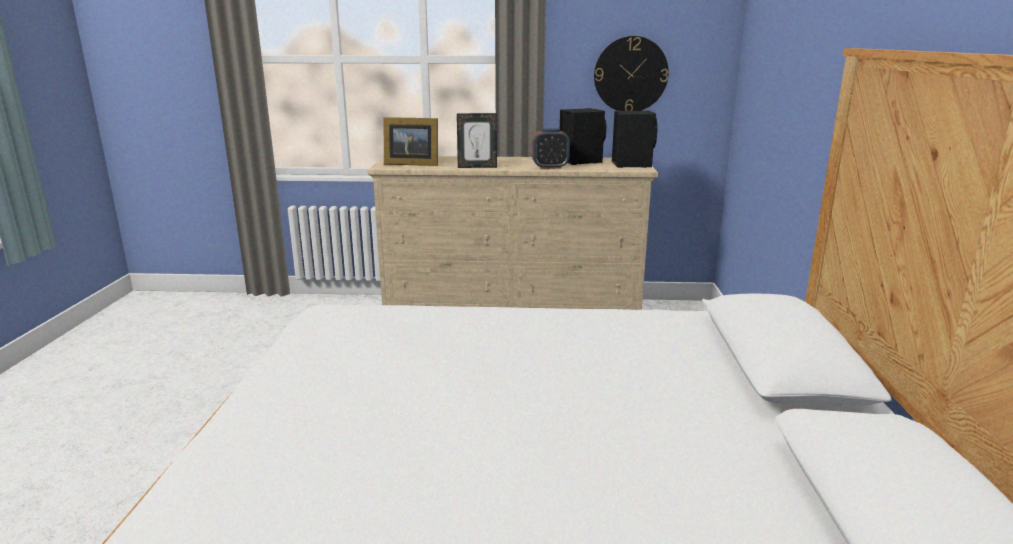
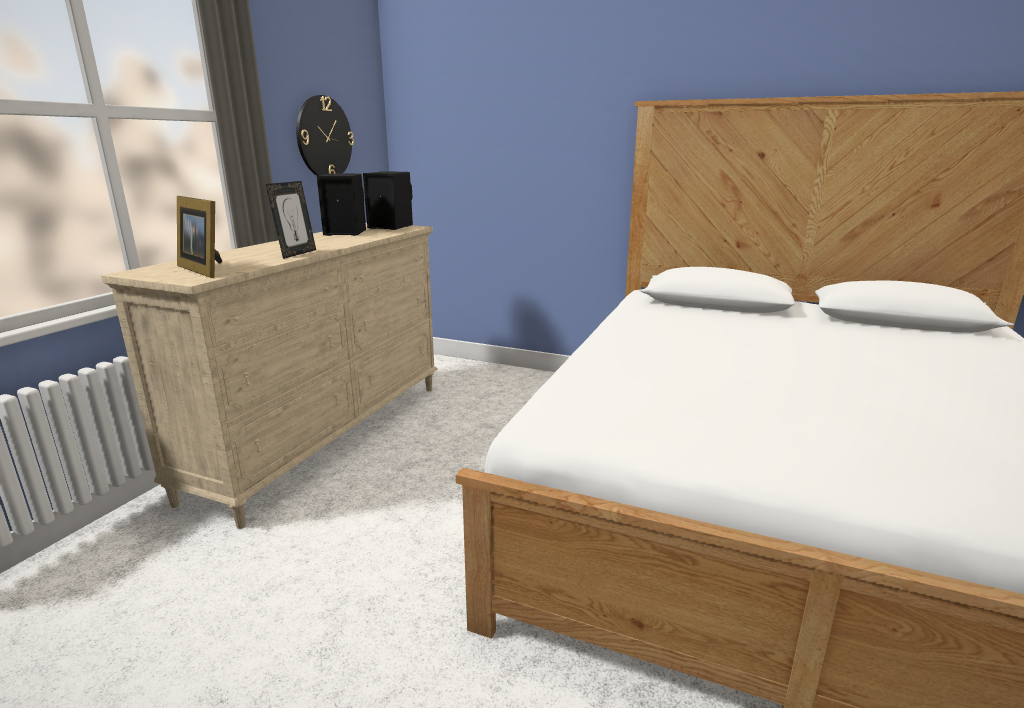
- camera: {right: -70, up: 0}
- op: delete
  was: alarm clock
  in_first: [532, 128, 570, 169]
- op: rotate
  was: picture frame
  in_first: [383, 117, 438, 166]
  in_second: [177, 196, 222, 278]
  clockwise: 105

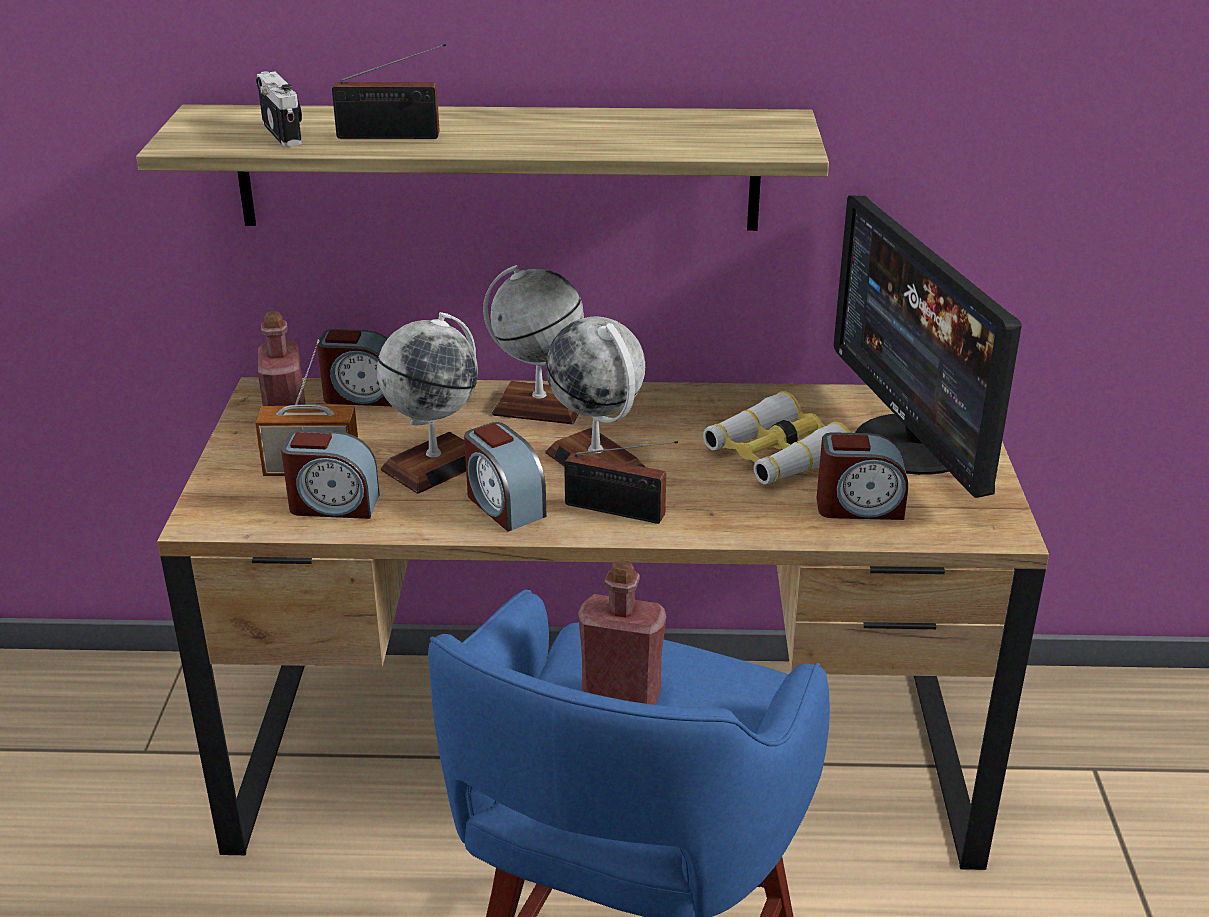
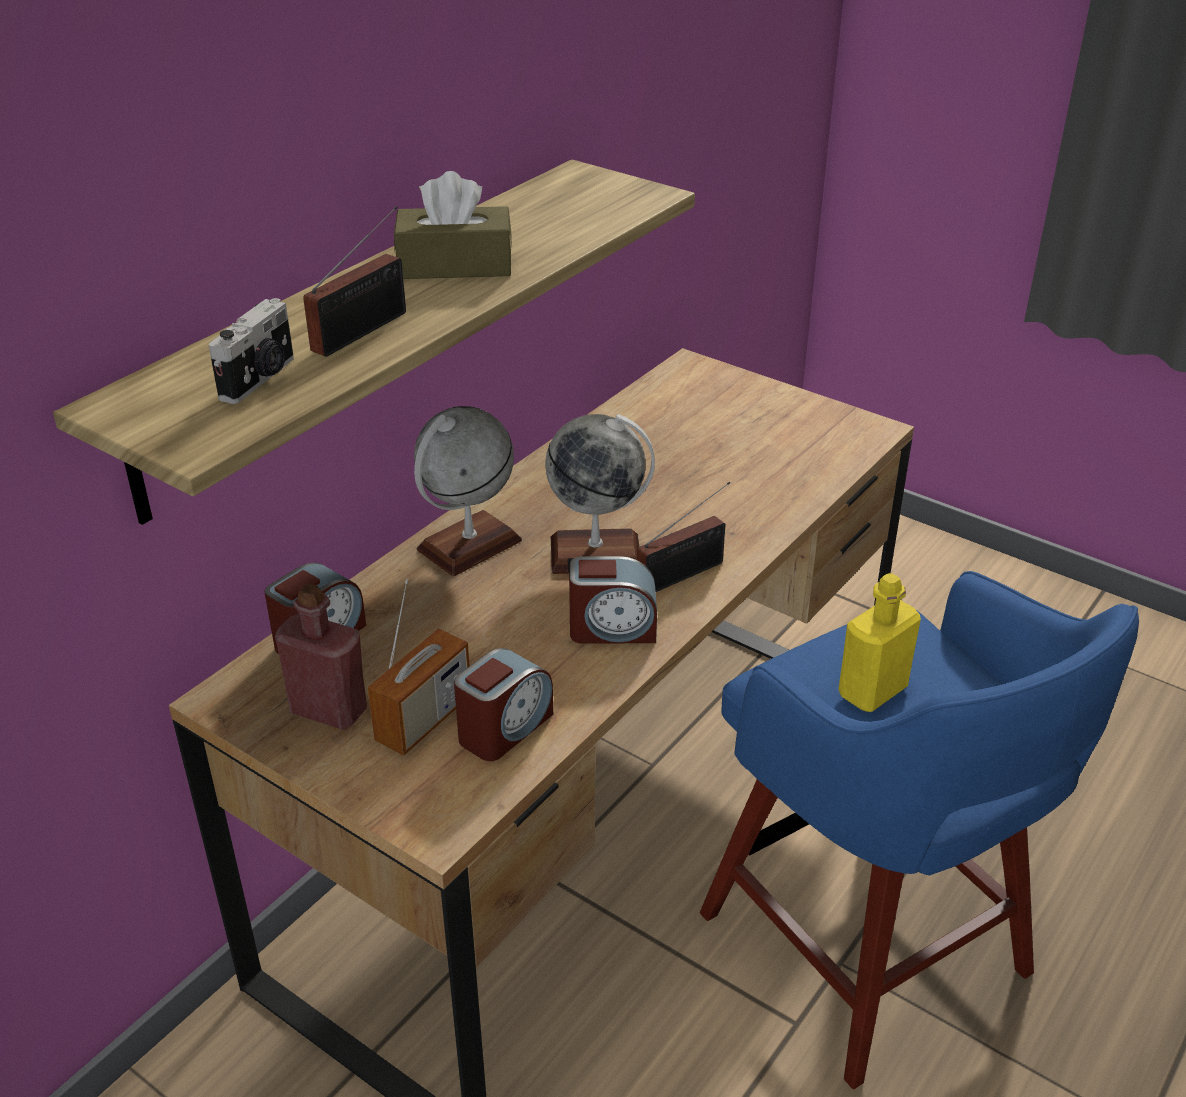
- camera: {right: -55, up: 5}
- op: delete
  was: globe
  in_first: [377, 312, 478, 494]
- op: delete
  was: binoculars
  in_first: [703, 391, 851, 484]
- op: delete
  was: alarm clock
  in_first: [817, 432, 908, 520]
- op: delete
  was: monitor
  in_first: [834, 195, 1022, 498]
- op: insert
  now: tissue box (brown)
  in_second: [394, 171, 512, 279]
- op: recolor
  was: bottle (red)
  now: bottle (yellow)
  in_first: [578, 560, 667, 705]
  in_second: [838, 573, 921, 712]
- op: rotate
  was: photo camera
  in_first: [256, 71, 302, 147]
  in_second: [209, 298, 294, 404]
  clockwise: 105

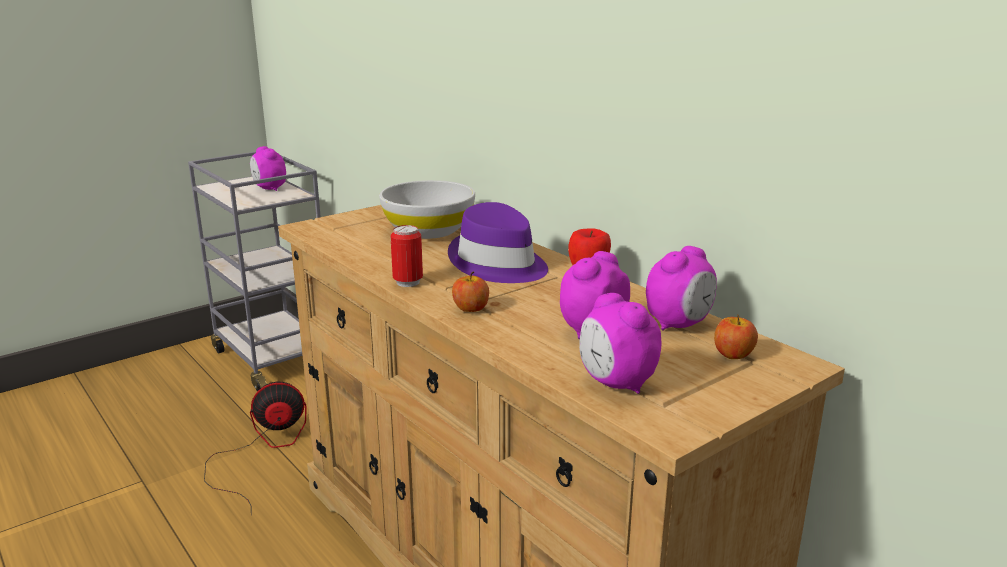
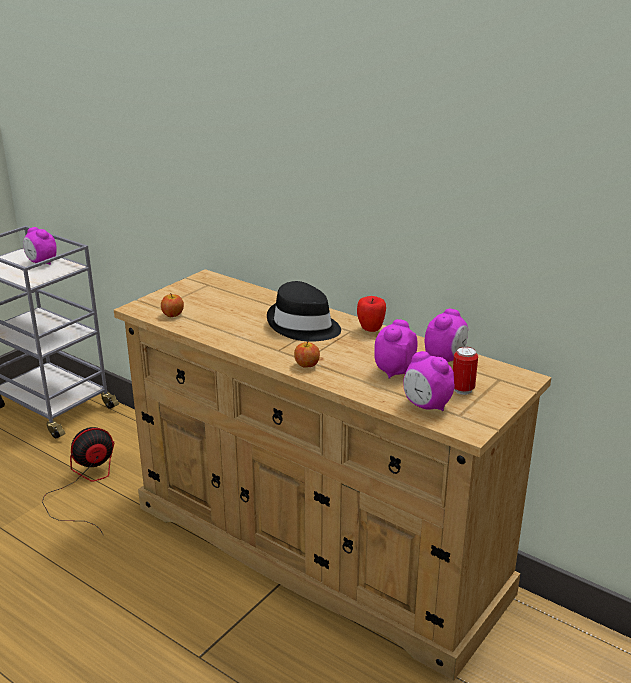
- camera: {right: -15, up: 5}
- op: delete
  was: bowl (white)
  in_first: [379, 180, 475, 239]
- op: move
  was: can
  in_first: [391, 225, 423, 287]
  in_second: [453, 347, 478, 395]
- op: move
  was: apple
  in_first: [714, 314, 758, 359]
  in_second: [161, 293, 184, 317]
- op: recolor
  was: hat (purple)
  now: hat (black)
  in_first: [448, 202, 548, 283]
  in_second: [267, 281, 341, 342]

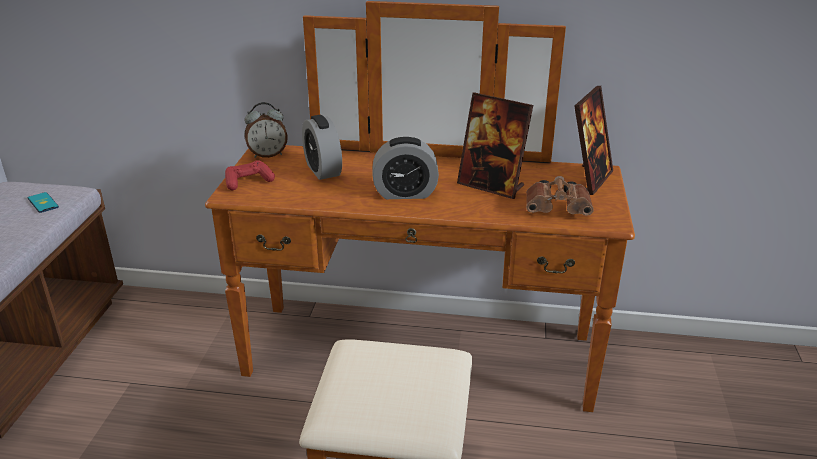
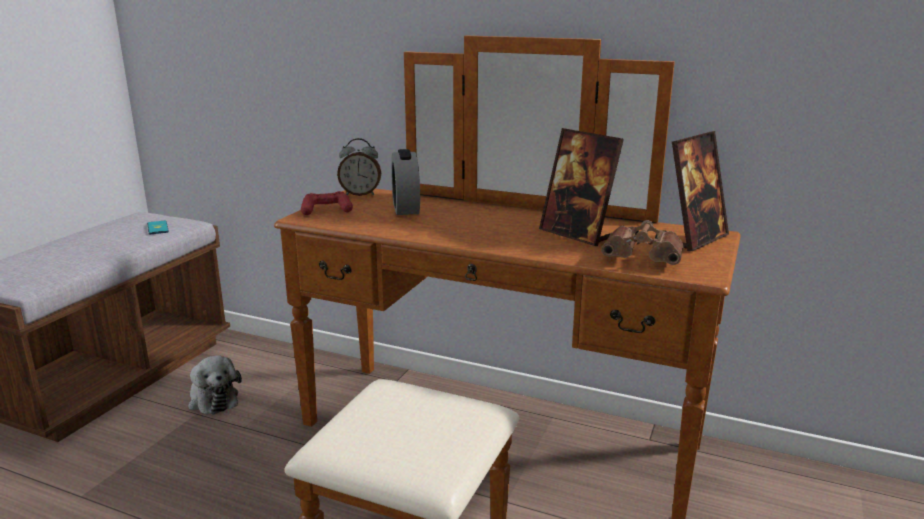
- camera: {right: 15, up: -10}
- op: delete
  was: alarm clock
  in_first: [373, 137, 439, 199]
- op: insert
  now: plush toy
  in_second: [188, 355, 242, 414]

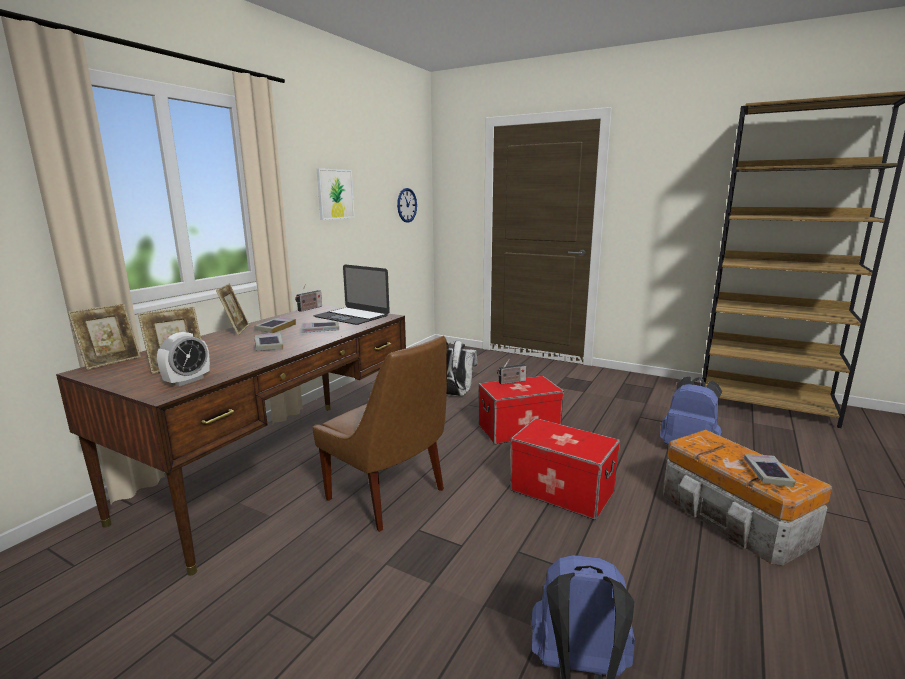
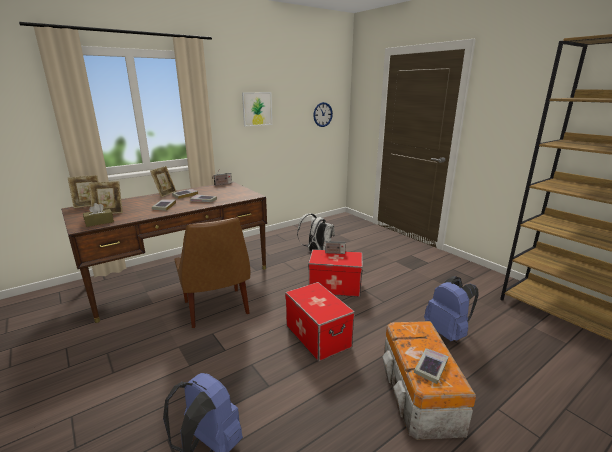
- camera: {right: 25, up: 5}
- op: delete
  was: laptop
  in_first: [313, 265, 390, 325]
- op: replace
  was: alarm clock
  now: tissue box (brown)
  in_first: [157, 332, 210, 386]
  in_second: [83, 203, 114, 227]

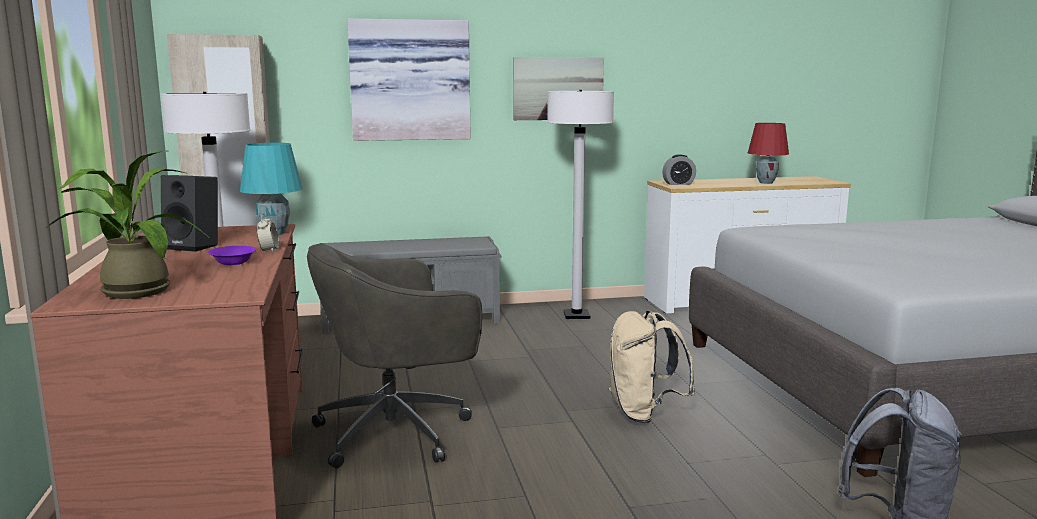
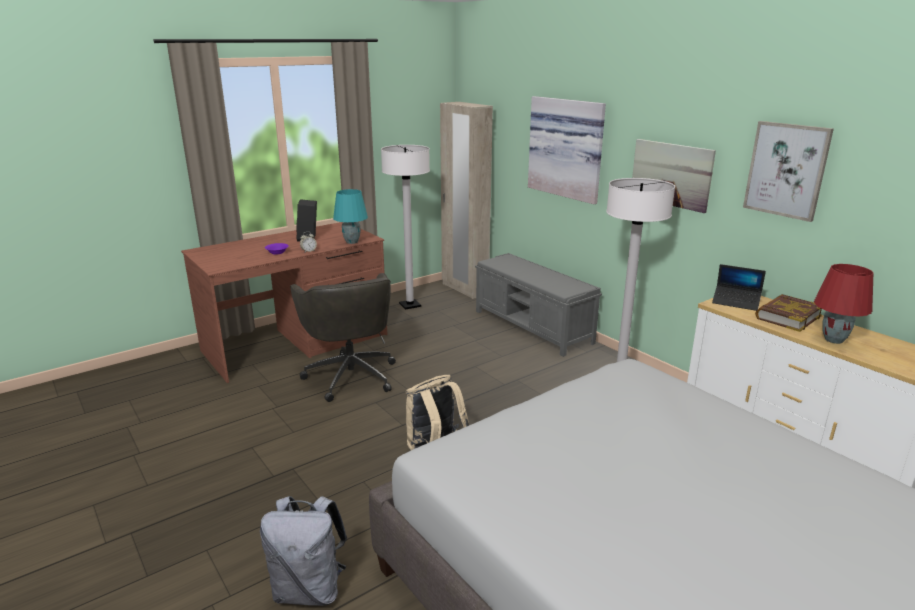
- camera: {right: 65, up: 10}
- op: delete
  was: potted plant
  in_first: [45, 150, 209, 299]
- op: insert
  now: picture
  in_second: [743, 121, 834, 222]
- op: insert
  now: book
  in_second: [755, 294, 822, 332]
- op: replace
  was: alarm clock
  now: laptop
  in_first: [662, 154, 696, 185]
  in_second: [712, 264, 766, 311]
- op: rotate
  was: office chair (grey)
  in_first: [307, 243, 482, 468]
  in_second: [290, 273, 396, 402]
  clockwise: -150

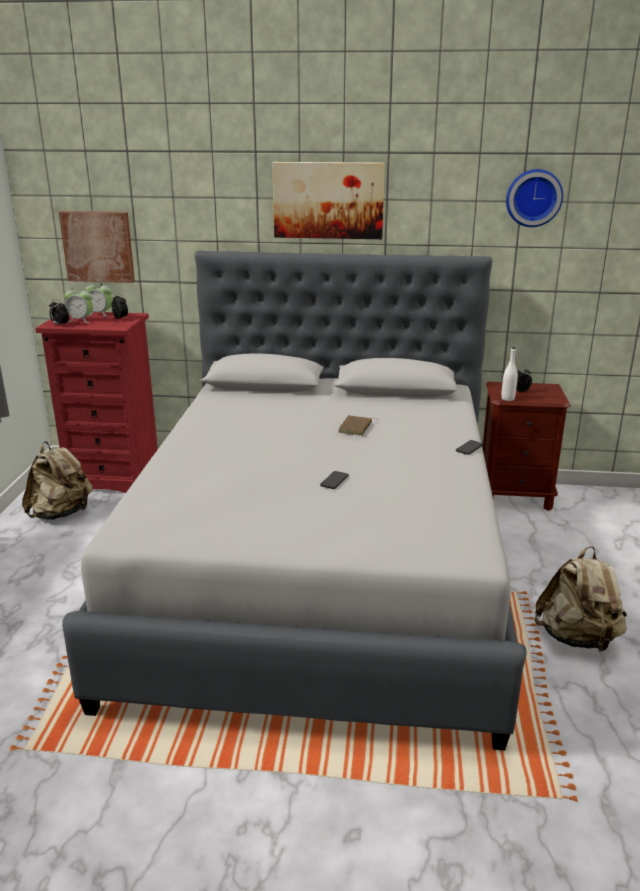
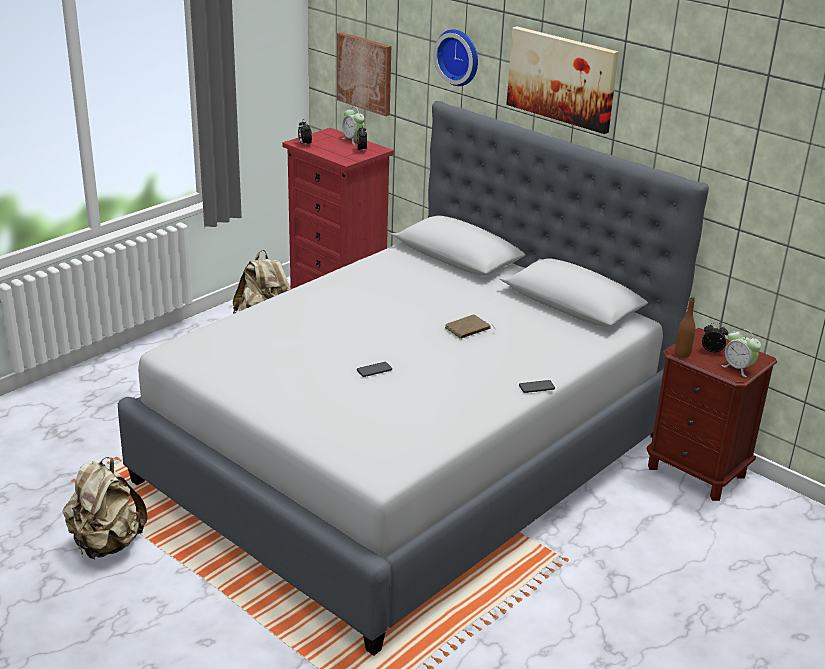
- camera: {right: 35, up: 5}
- op: move
  was: alarm clock
  in_first: [65, 286, 93, 323]
  in_second: [721, 329, 761, 377]
- op: move
  was: wall clock
  in_first: [506, 169, 563, 227]
  in_second: [434, 29, 478, 86]
- op: move
  was: backpack (beige)
  in_first: [534, 546, 627, 653]
  in_second: [63, 457, 148, 559]
- op: recolor
  was: bottle (white)
  now: bottle (brown)
  in_first: [501, 347, 518, 401]
  in_second: [675, 297, 696, 357]

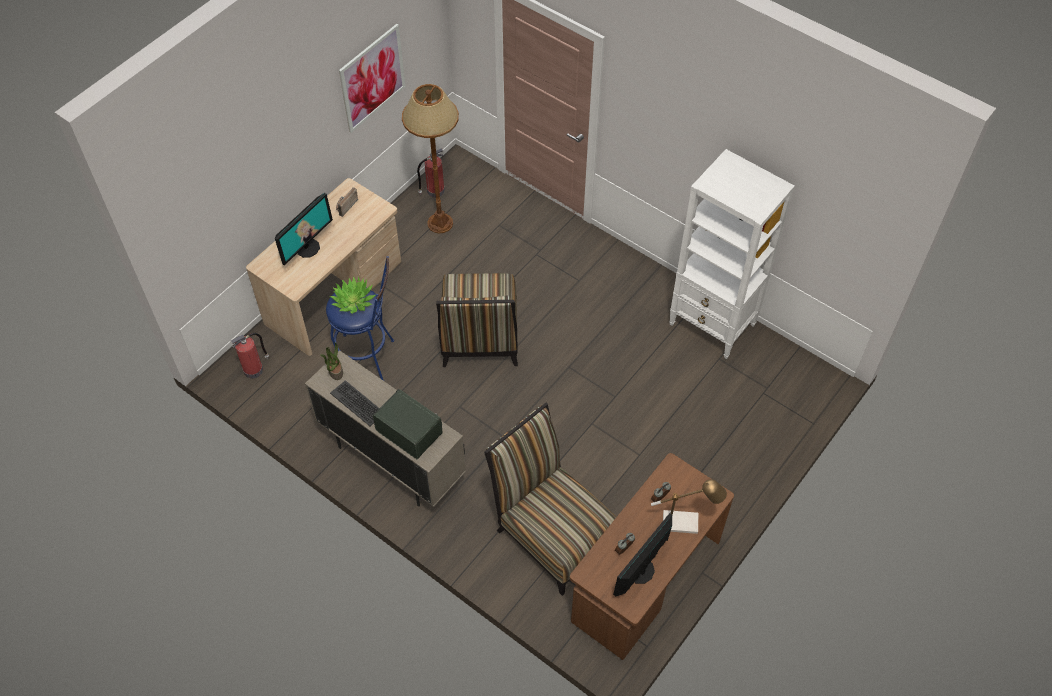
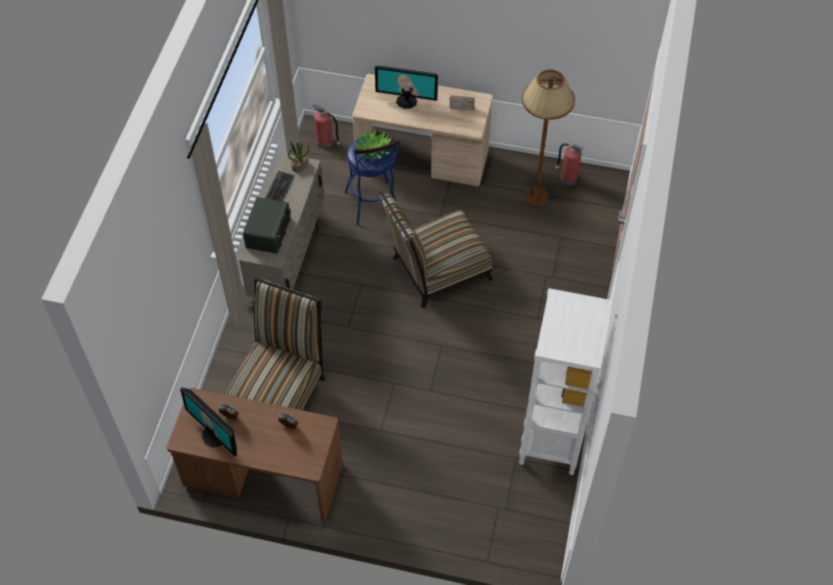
- camera: {right: 65, up: 0}
- op: delete
  was: picture
  in_first: [339, 24, 406, 133]
- op: delete
  was: table lamp
  in_first: [651, 479, 727, 534]
- op: rotate
  was: monitor
  in_first: [613, 513, 672, 596]
  in_second: [180, 387, 237, 456]
  clockwise: -150

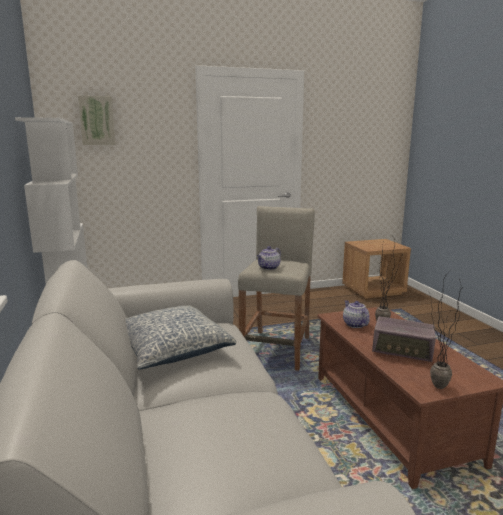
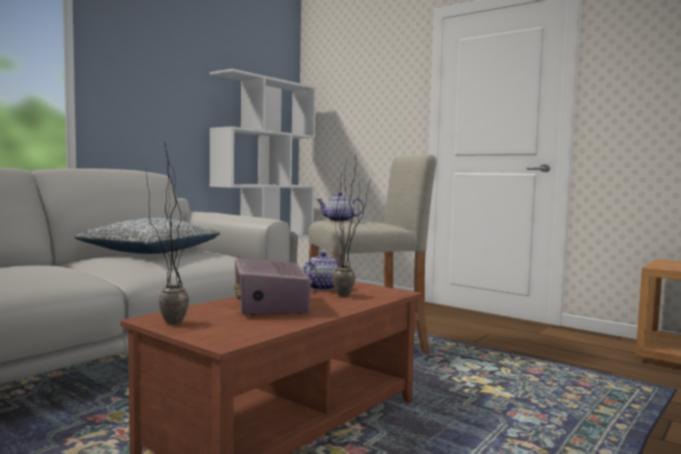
- camera: {right: 55, up: -10}
- op: delete
  was: picture
  in_first: [78, 96, 116, 145]

